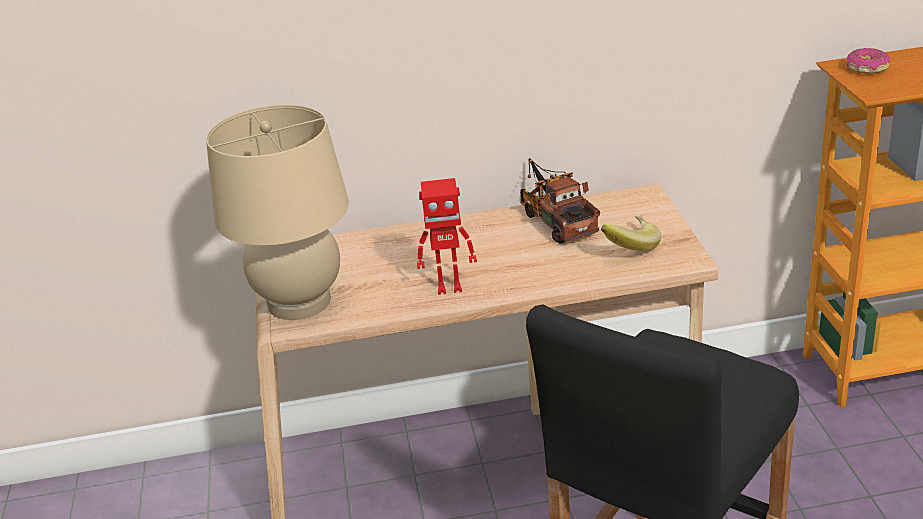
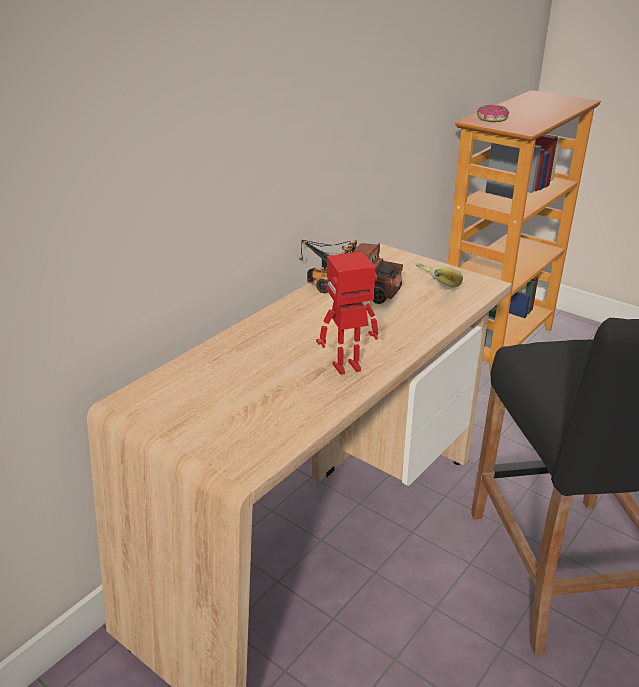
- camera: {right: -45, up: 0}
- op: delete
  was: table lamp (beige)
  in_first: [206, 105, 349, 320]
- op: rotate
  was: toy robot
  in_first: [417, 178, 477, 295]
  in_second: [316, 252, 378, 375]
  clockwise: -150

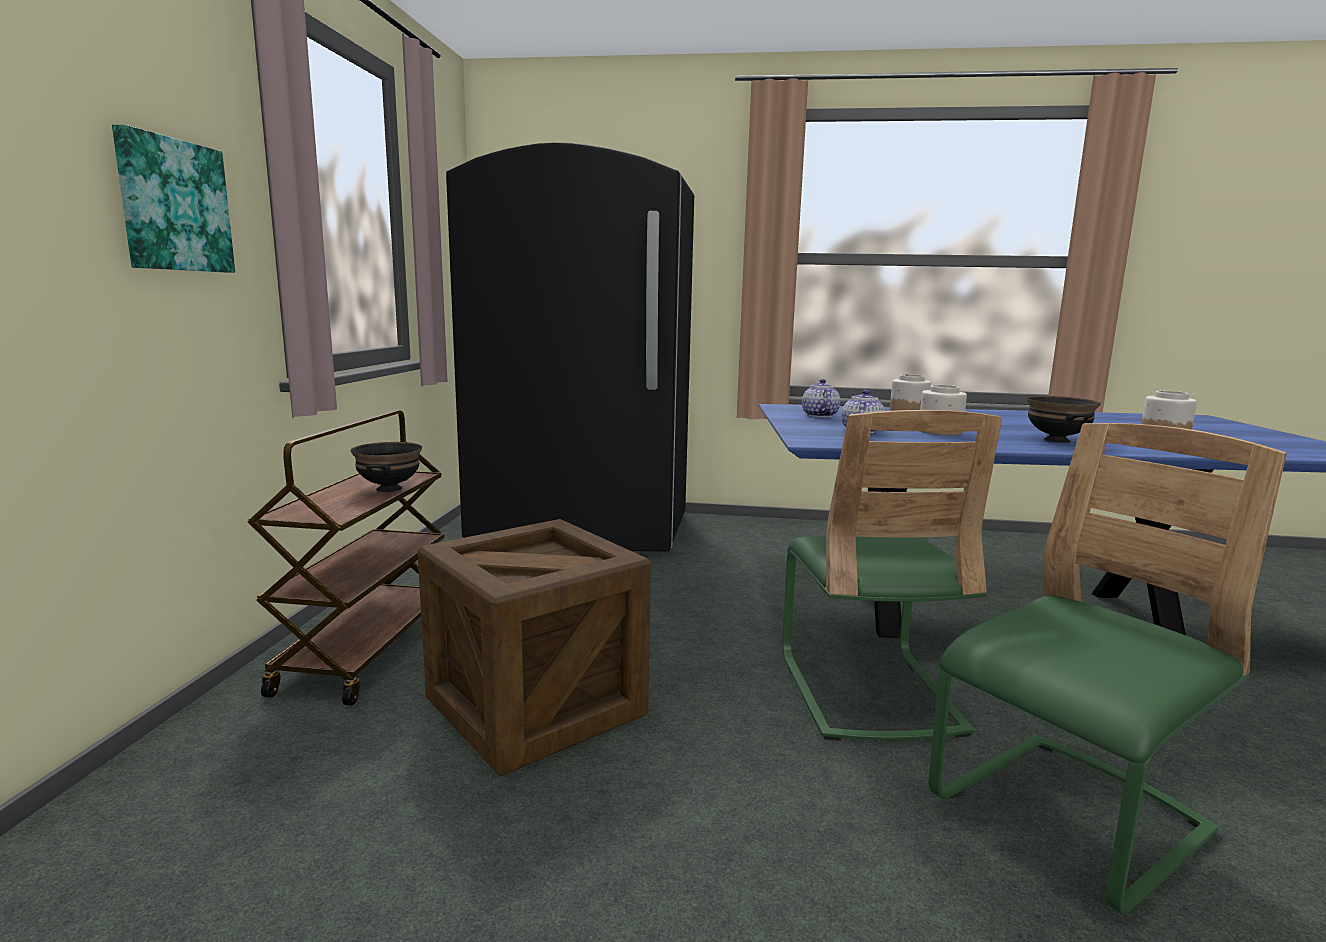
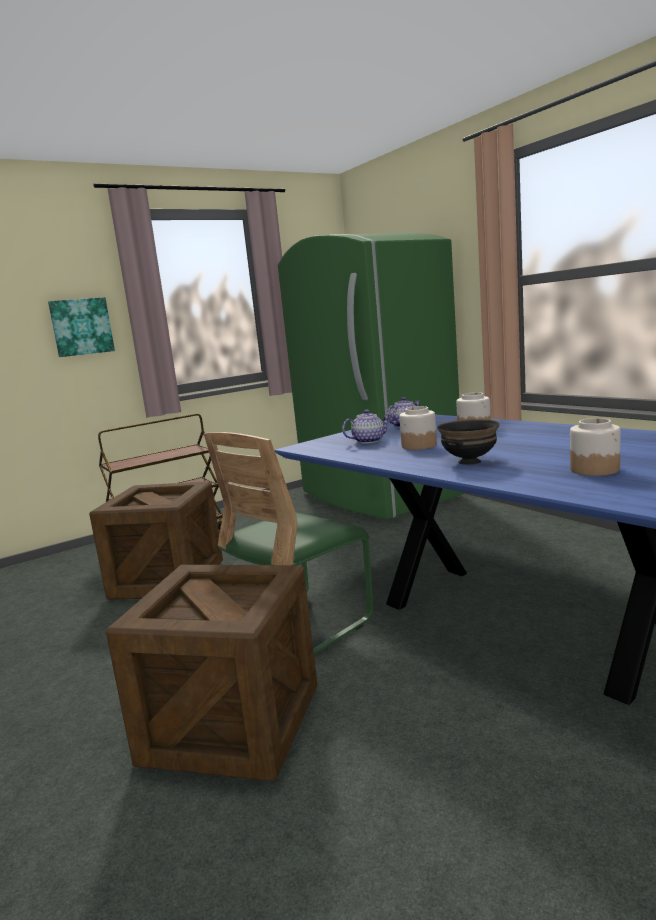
- camera: {right: 50, up: 0}
- op: delete
  was: bowl (black)
  in_first: [351, 442, 422, 492]
- op: replace
  was: chair (green)
  now: crate
  in_first: [928, 423, 1287, 915]
  in_second: [106, 565, 318, 781]
- op: recolor
  was: fridge (black)
  now: fridge (green)
  in_first: [446, 142, 694, 552]
  in_second: [278, 233, 464, 519]

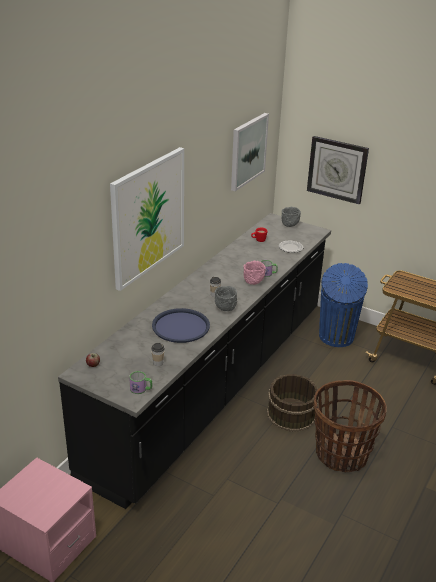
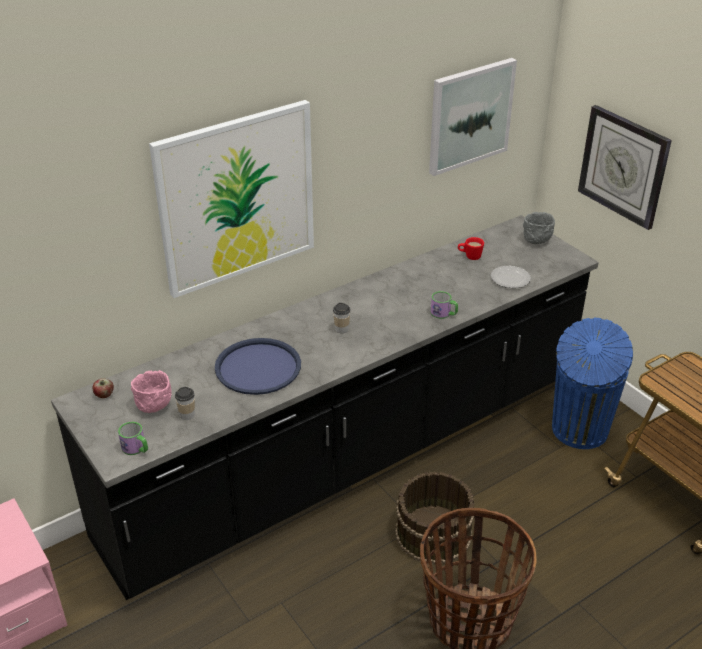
- camera: {right: 25, up: 5}
- op: delete
  was: bowl (grey)
  in_first: [215, 286, 237, 311]
- op: move
  was: bowl (pink)
  in_first: [244, 261, 266, 285]
  in_second: [131, 370, 172, 413]

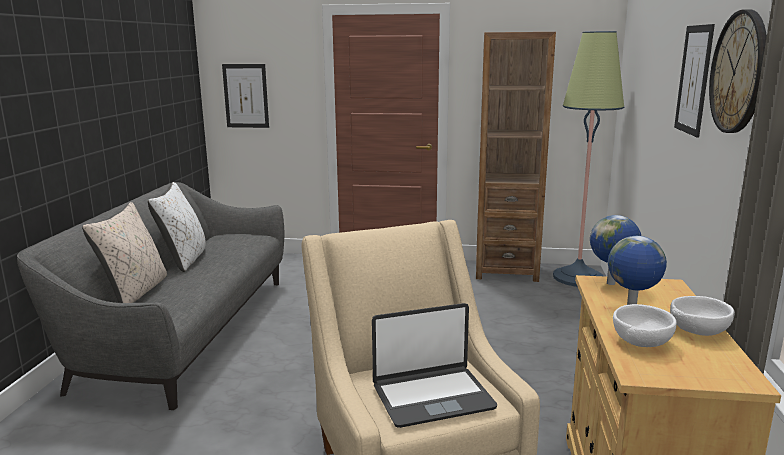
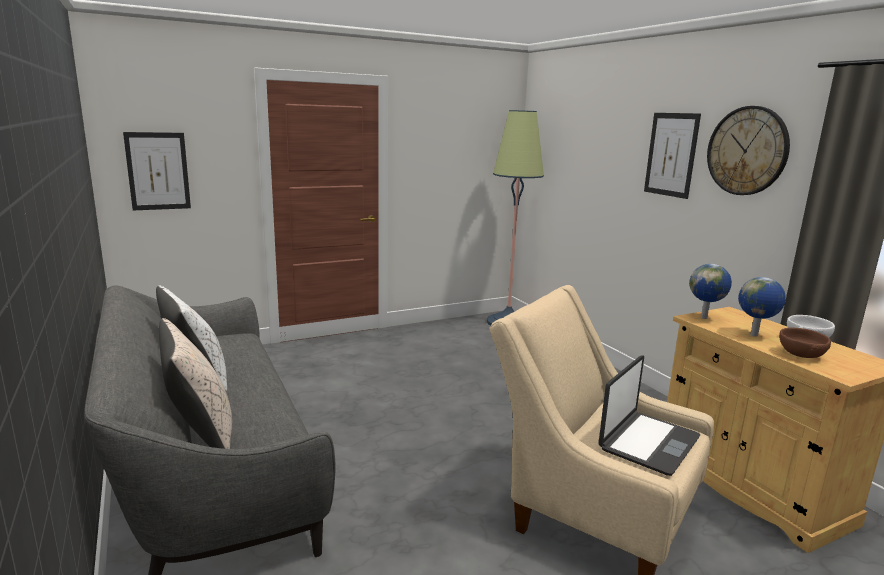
- camera: {right: -35, up: 0}
- op: delete
  was: bookcase (brown)
  in_first: [476, 32, 556, 282]
- op: recolor
  was: bowl (white)
  now: bowl (brown)
  in_first: [613, 304, 677, 347]
  in_second: [779, 328, 831, 358]

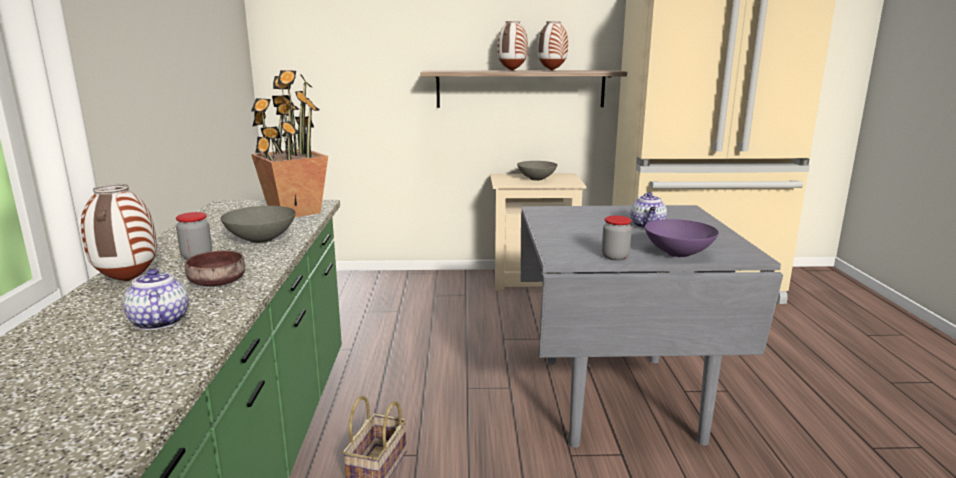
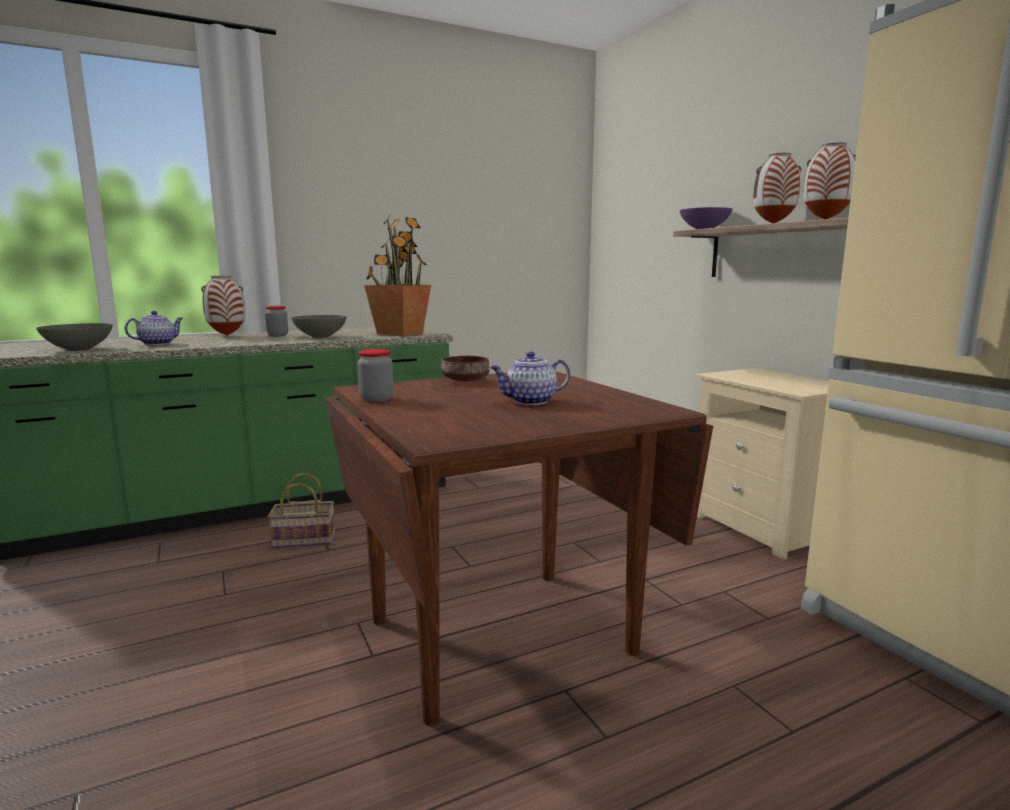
- camera: {right: 65, up: -5}
- op: move
  was: bowl (brown)
  in_first: [185, 250, 245, 286]
  in_second: [441, 356, 490, 382]
- op: move
  was: bowl (grey)
  in_first: [517, 161, 557, 181]
  in_second: [36, 323, 113, 351]
- op: move
  was: bowl (purple)
  in_first: [645, 219, 719, 258]
  in_second: [679, 207, 733, 229]
- op: recolor
  was: dining table (grey)
  now: dining table (brown)
  in_first: [520, 205, 783, 448]
  in_second: [325, 371, 713, 726]

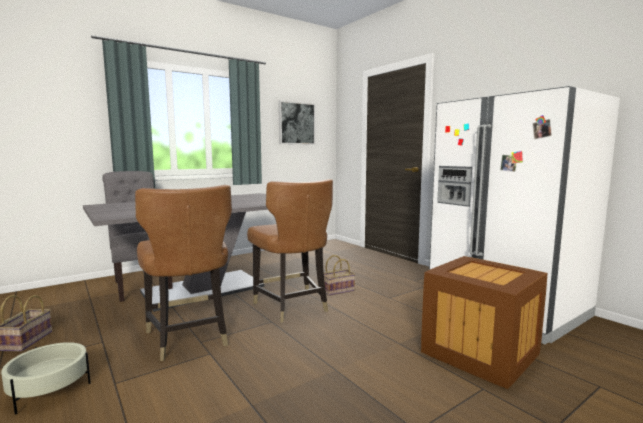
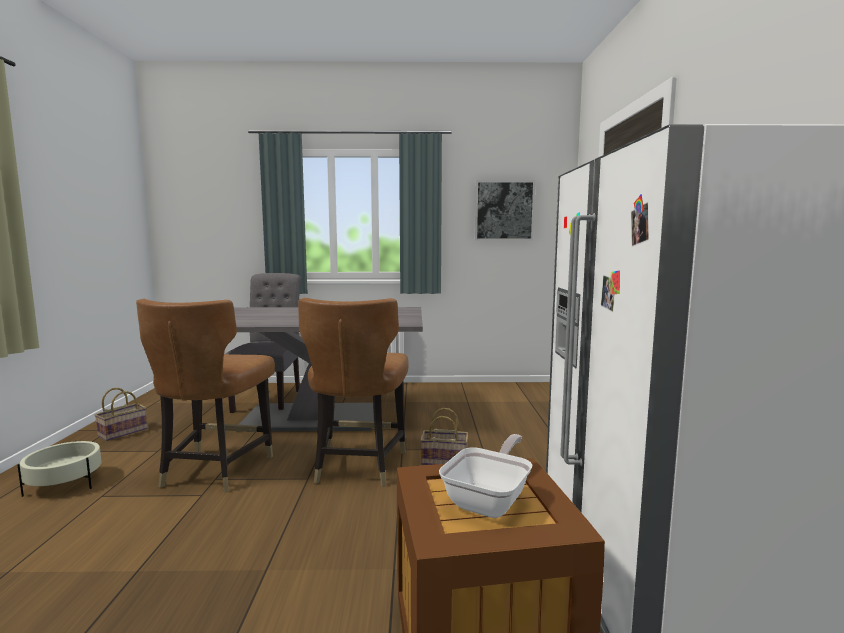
- camera: {right: 35, up: 0}
- op: insert
  now: frying pan
  in_second: [439, 434, 533, 518]

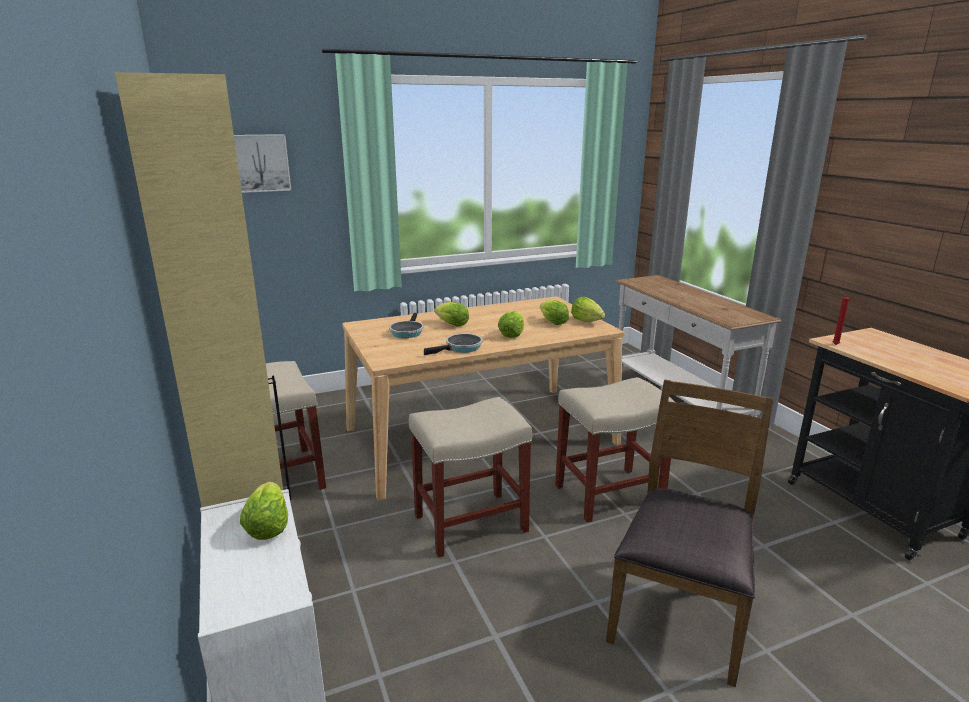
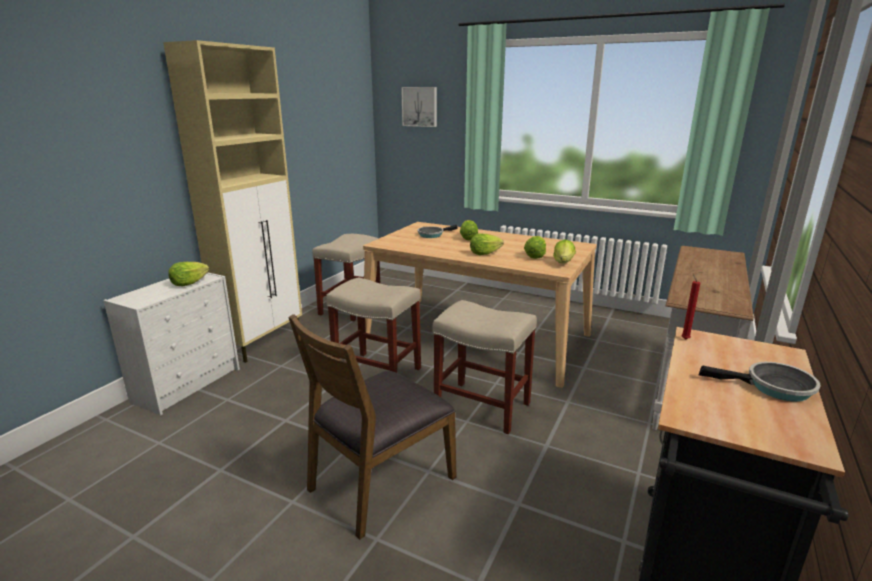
- camera: {right: 50, up: 0}
- op: move
  was: frying pan
  in_first: [424, 333, 483, 355]
  in_second: [699, 362, 821, 402]
- op: rotate
  was: chair (brown)
  in_first: [606, 380, 773, 687]
  in_second: [288, 314, 456, 540]
  clockwise: 150

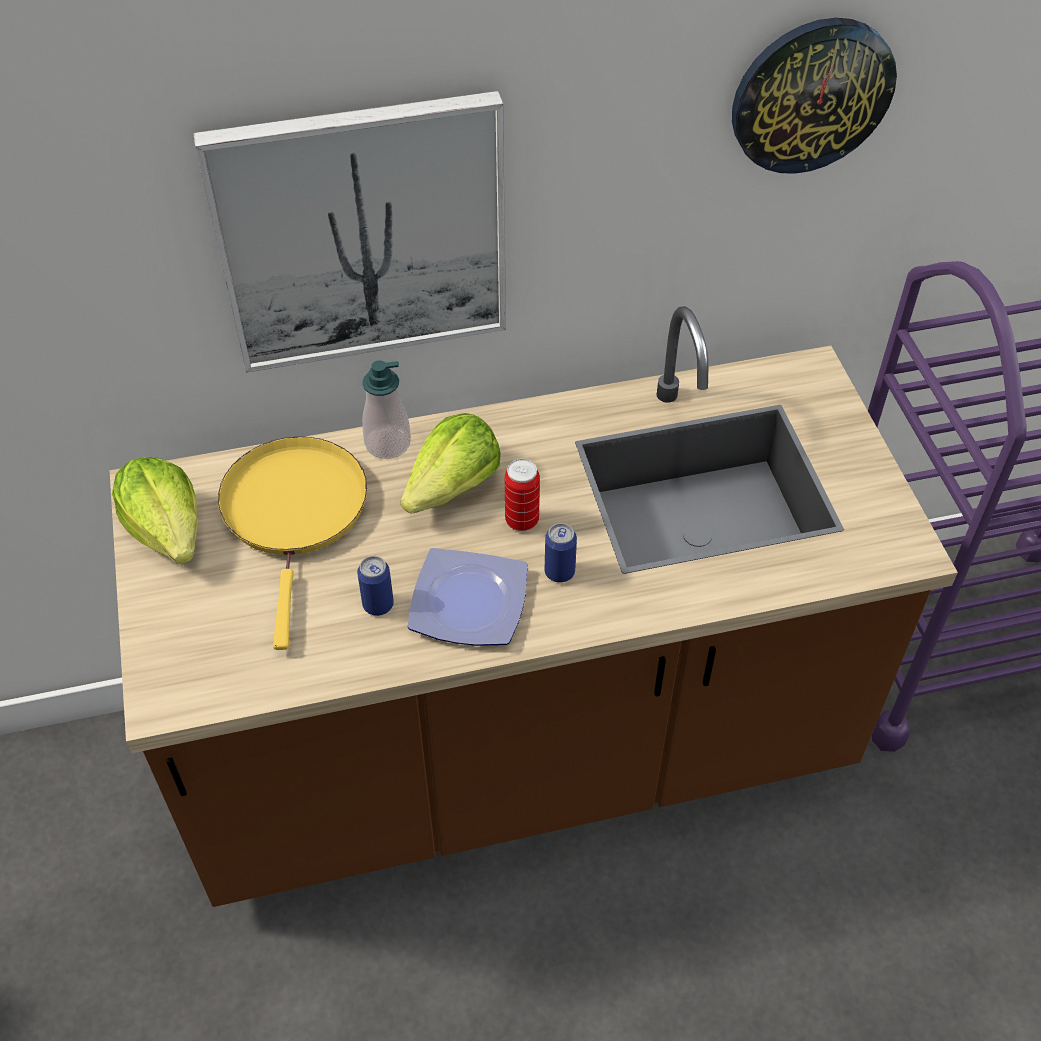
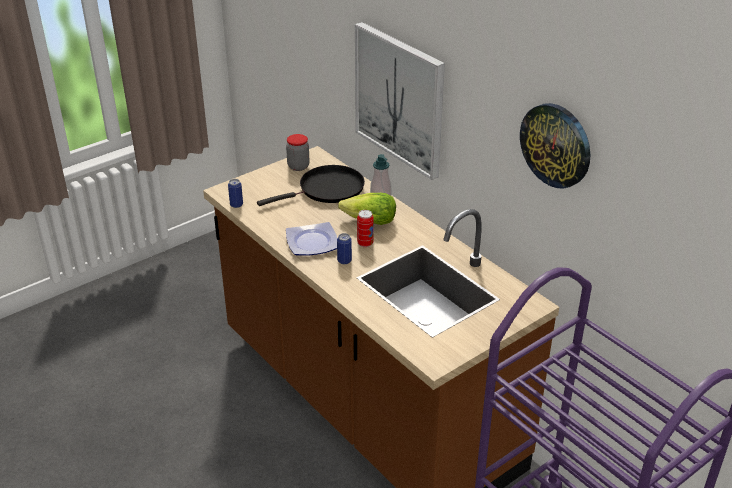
- camera: {right: 65, up: -15}
- op: move
  was: can
  in_first: [357, 556, 394, 616]
  in_second: [228, 179, 243, 208]
- op: replace
  was: lettuce
  now: jar
  in_first: [112, 457, 198, 564]
  in_second: [286, 134, 309, 171]
- op: recolor
  was: frying pan (yellow)
  now: frying pan (black)
  in_first: [218, 437, 367, 650]
  in_second: [257, 165, 365, 206]

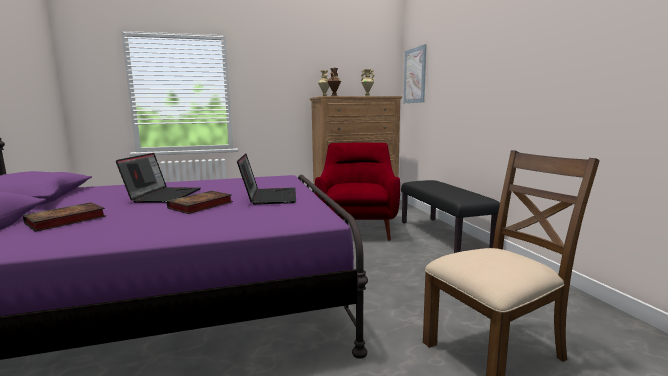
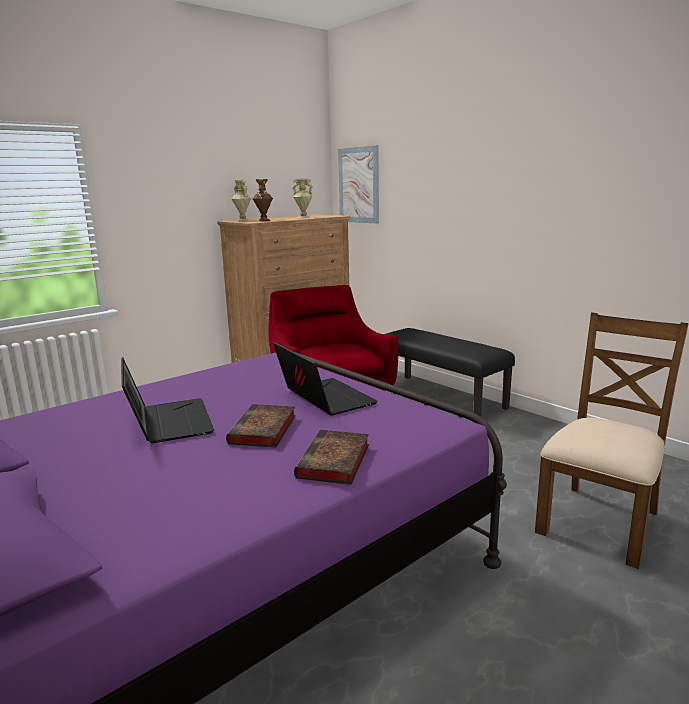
- camera: {right: -25, up: 5}
- op: move
  was: book
  in_first: [23, 202, 106, 232]
  in_second: [294, 430, 369, 485]

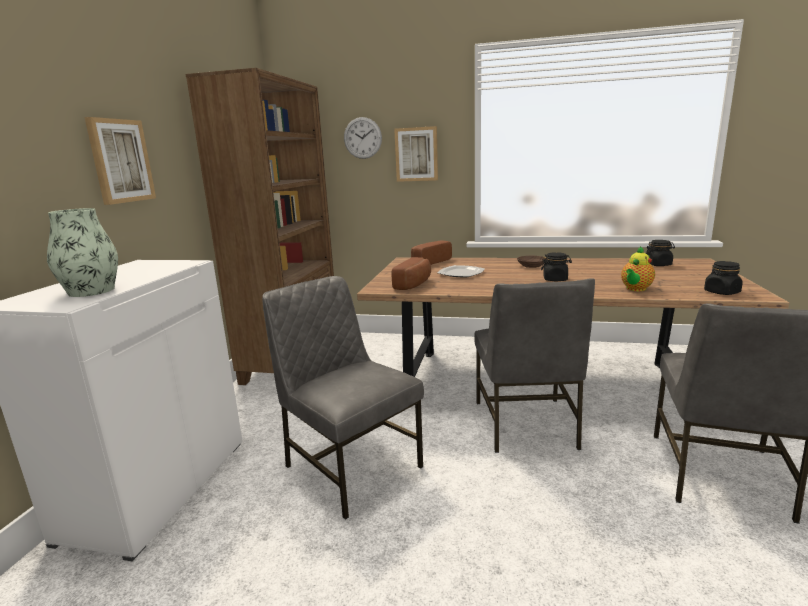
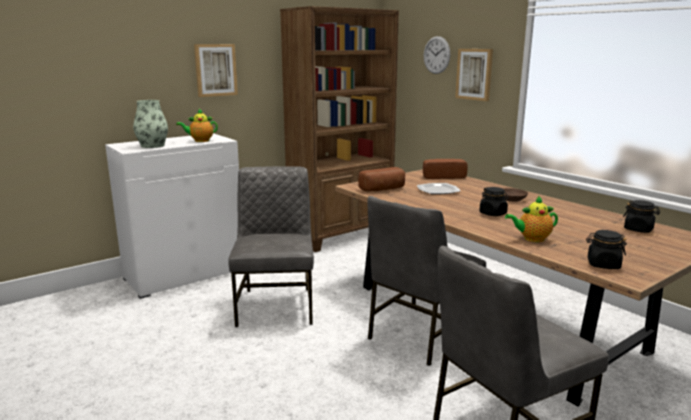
- camera: {right: 40, up: 0}
- op: insert
  now: teapot
  in_second: [176, 109, 218, 142]

